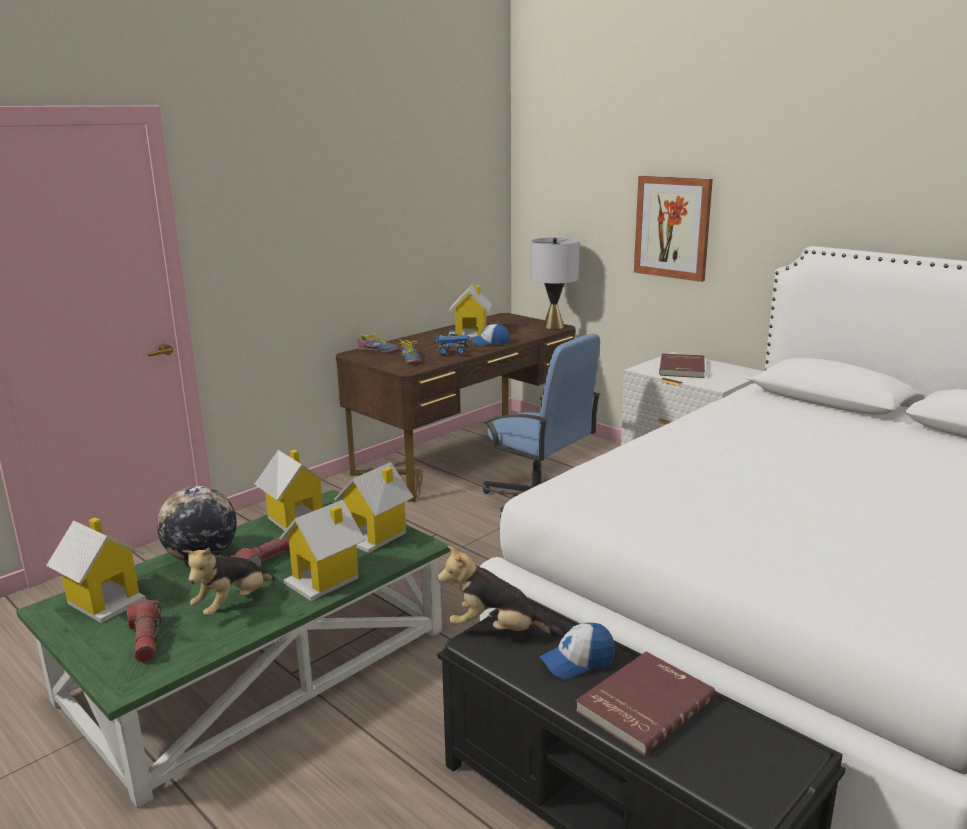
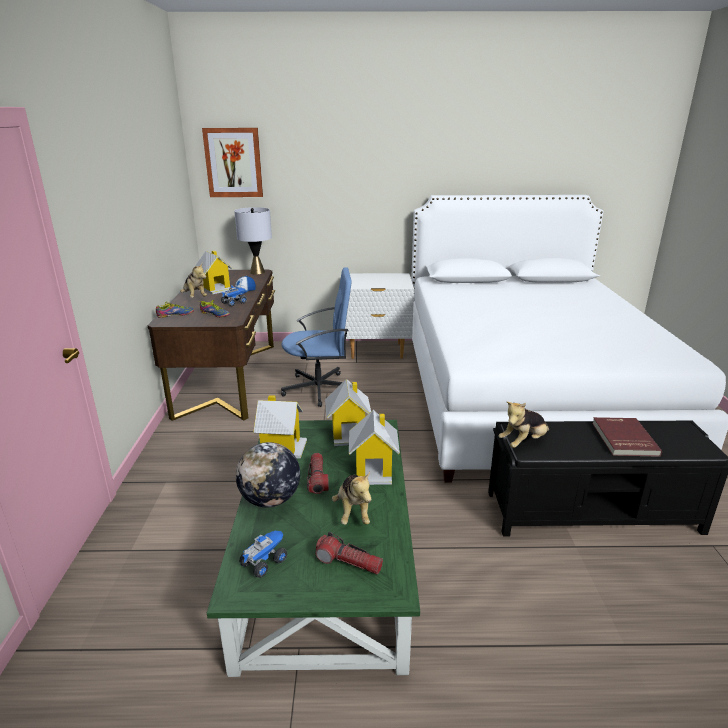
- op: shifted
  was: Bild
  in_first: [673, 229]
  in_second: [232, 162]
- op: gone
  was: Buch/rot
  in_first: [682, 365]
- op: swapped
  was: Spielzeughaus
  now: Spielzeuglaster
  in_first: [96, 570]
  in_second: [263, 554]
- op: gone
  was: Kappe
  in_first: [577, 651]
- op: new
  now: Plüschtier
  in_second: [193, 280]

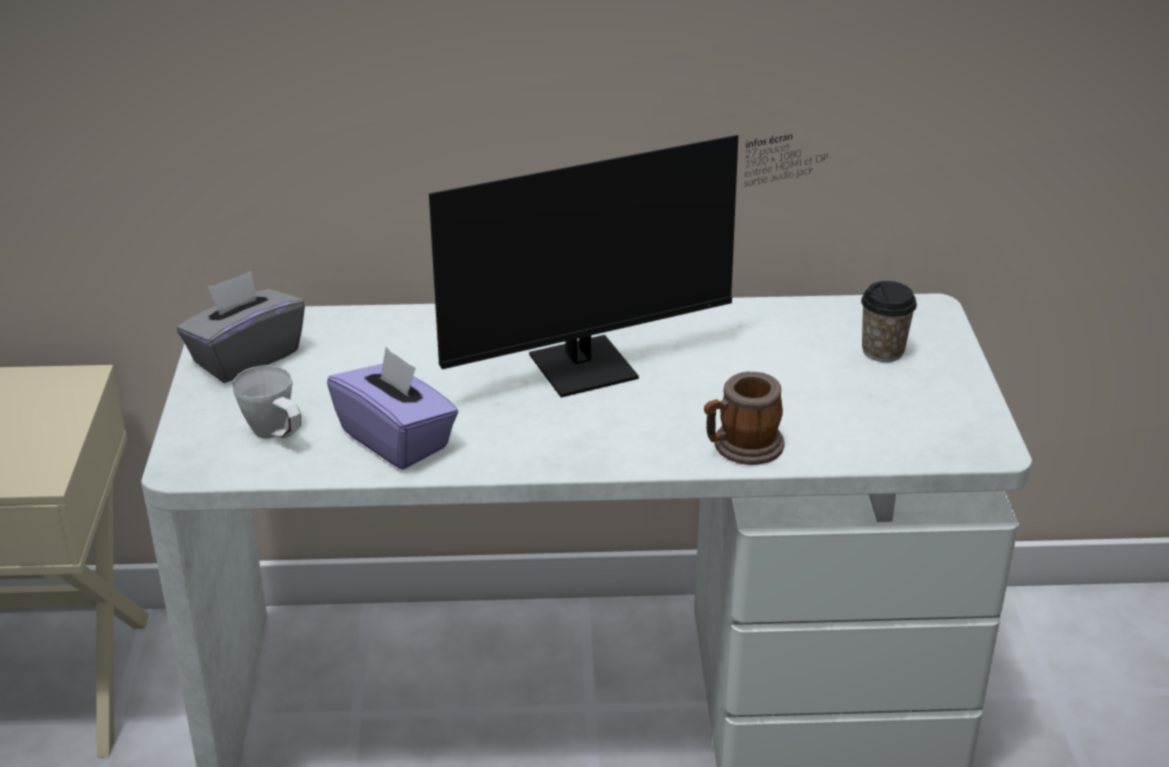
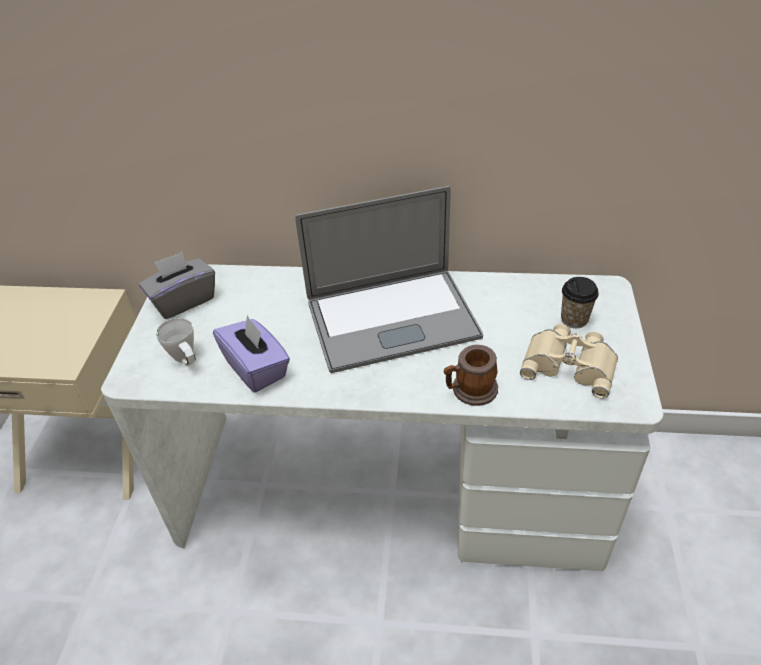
- op: swapped
  was: Monitor
  now: Laptop
  in_first: [628, 265]
  in_second: [389, 279]
- op: new
  now: Fernglas/beige
  in_second: [569, 361]

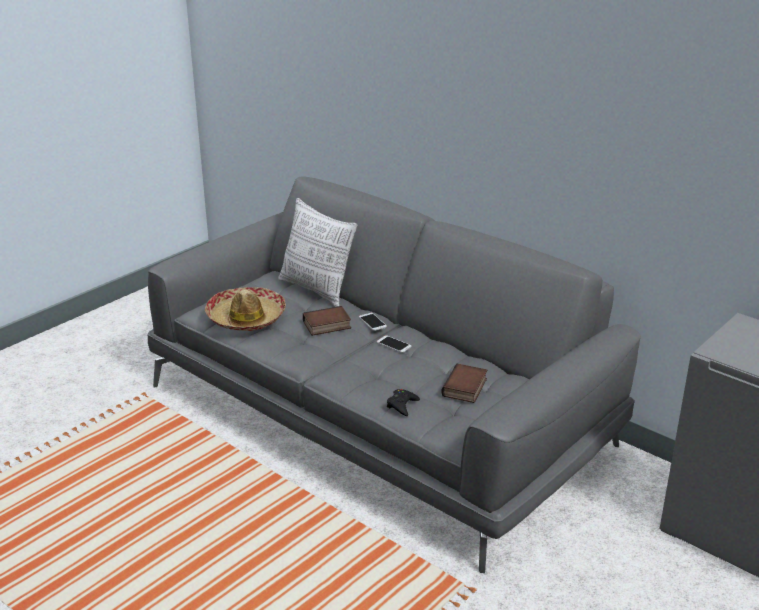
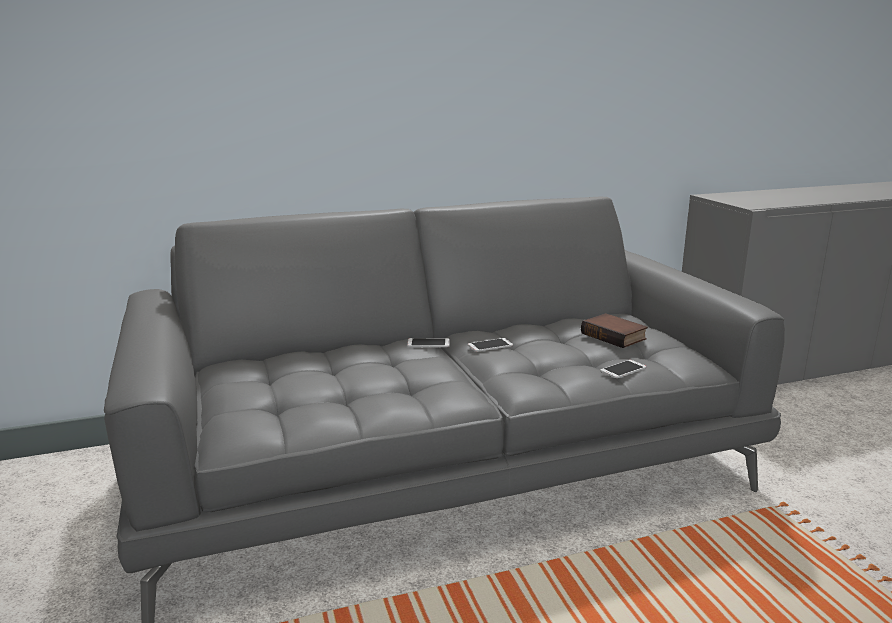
- op: gone
  was: Kissen
  in_first: [317, 252]
- op: gone
  was: Hut
  in_first: [245, 309]
- op: gone
  was: Buch
  in_first: [327, 321]
- op: swapped
  was: Gamepad/schwarz
  now: Handy
  in_first: [403, 402]
  in_second: [623, 369]

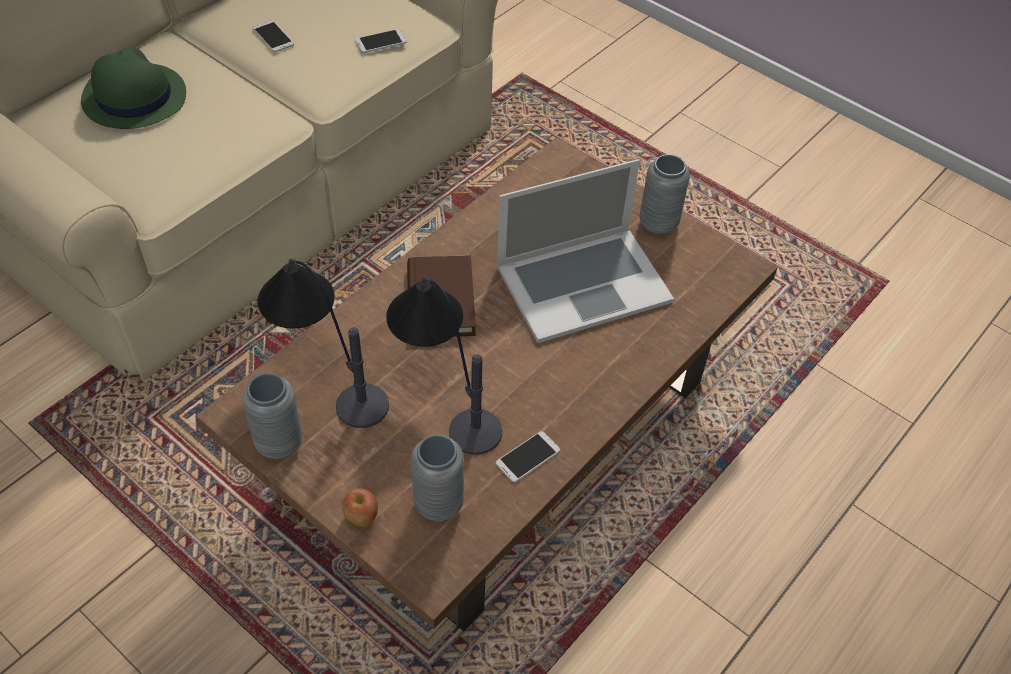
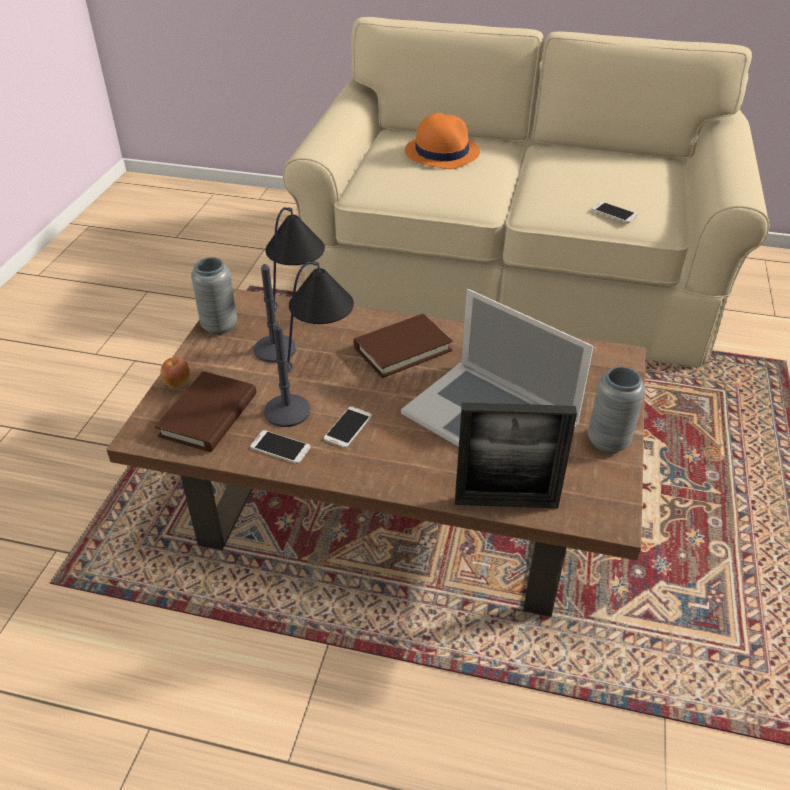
- op: shifted
  was: Handy
  in_first: [273, 36]
  in_second: [348, 427]
- op: repainted
  was: Hut/grün
  now: Hut/orange
  in_first: [133, 87]
  in_second: [442, 141]
- op: swapped
  was: Vase/grau
  now: Buch/braun
  in_first: [437, 477]
  in_second: [205, 411]
- op: new
  now: Bilderrahmen
  in_second: [516, 455]

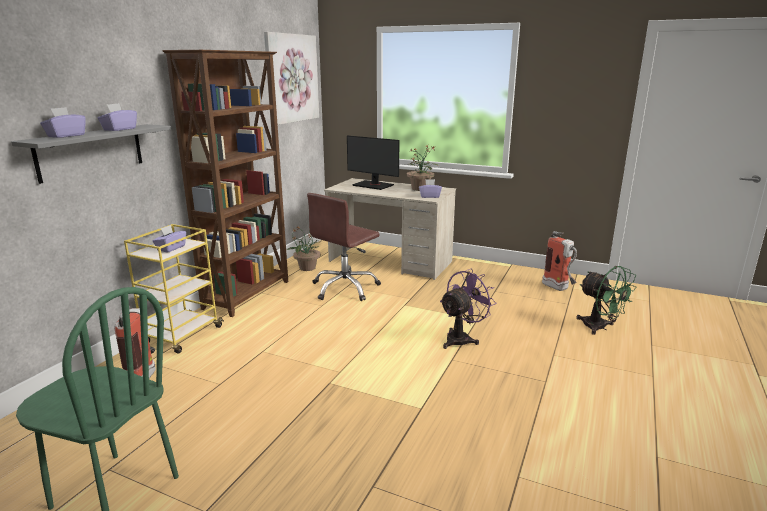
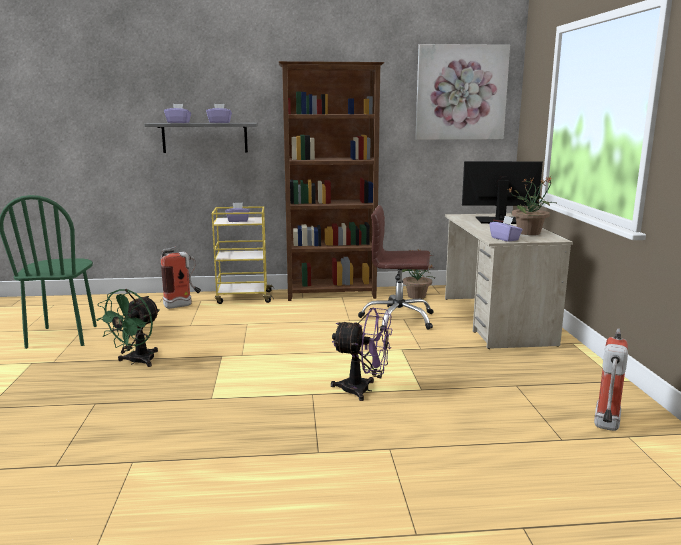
- op: rotated
  was: Monitor
  in_first: [373, 162]
  in_second: [502, 192]
  clockwise: 90
- op: shifted
  was: Ventilator/grün
  in_first: [606, 300]
  in_second: [128, 328]

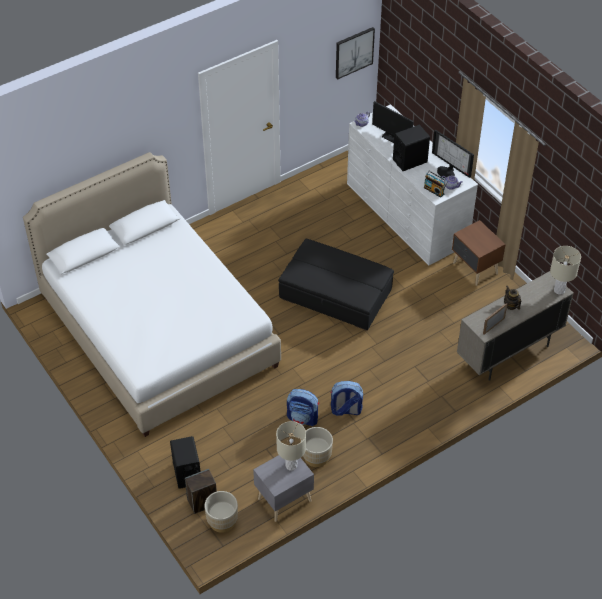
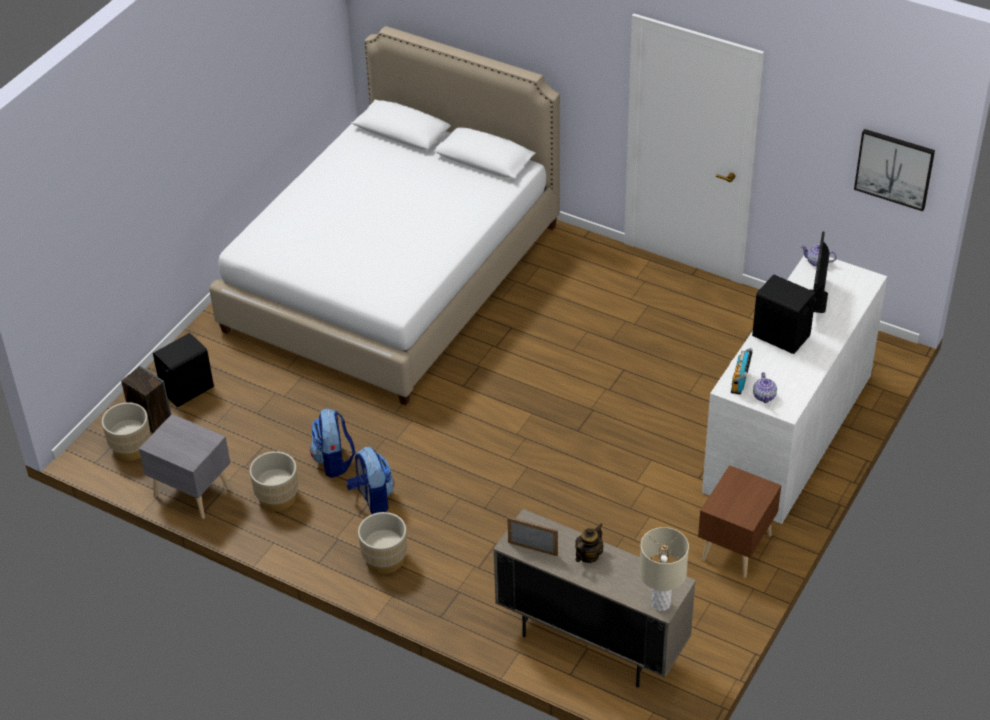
- op: gone
  was: Monitor
  in_first: [453, 154]
- op: gone
  was: Polsterhocker/schwarz
  in_first: [336, 285]
- op: gone
  was: Tischlampe/beige
  in_first: [291, 446]
- op: new
  now: Pflanzkübel/beige
  in_second: [382, 543]

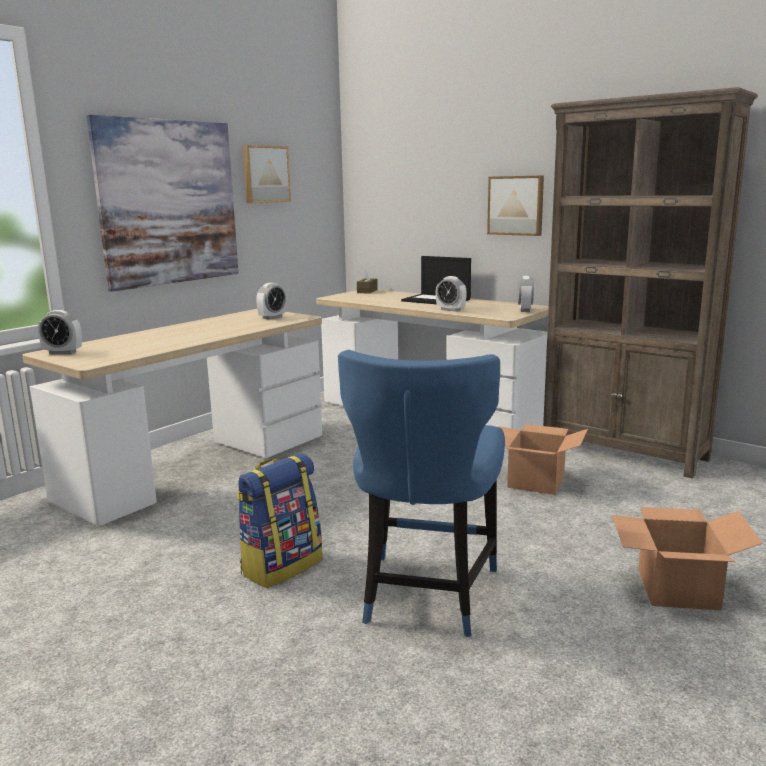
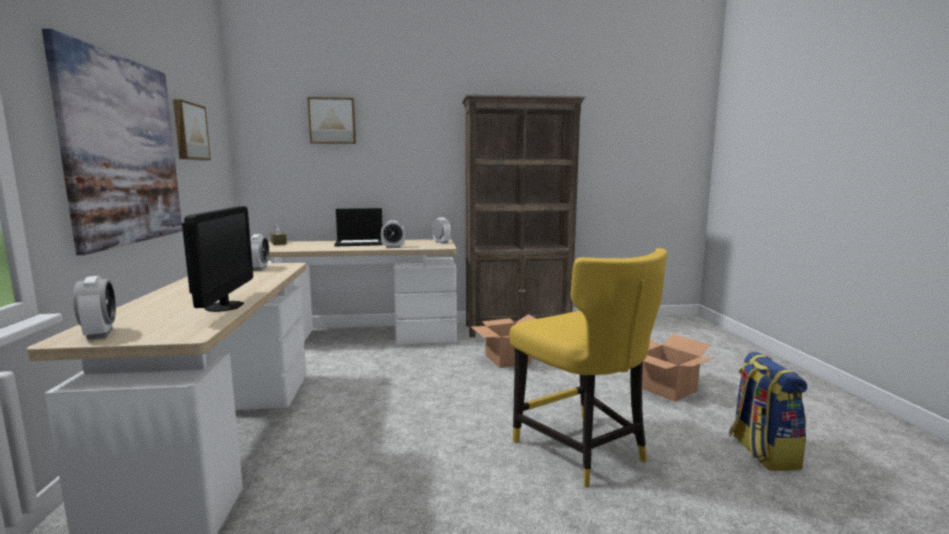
- op: shifted
  was: Bild
  in_first: [515, 205]
  in_second: [331, 120]
- op: rotated
  was: Wecker
  in_first: [60, 332]
  in_second: [94, 308]
  clockwise: -75
- op: repainted
  was: Stuhl/blau
  now: Stuhl/gelb
  in_first: [421, 493]
  in_second: [588, 367]
- op: shifted
  was: Rucksack
  in_first: [279, 521]
  in_second: [768, 411]
- op: new
  now: Monitor
  in_second: [217, 259]

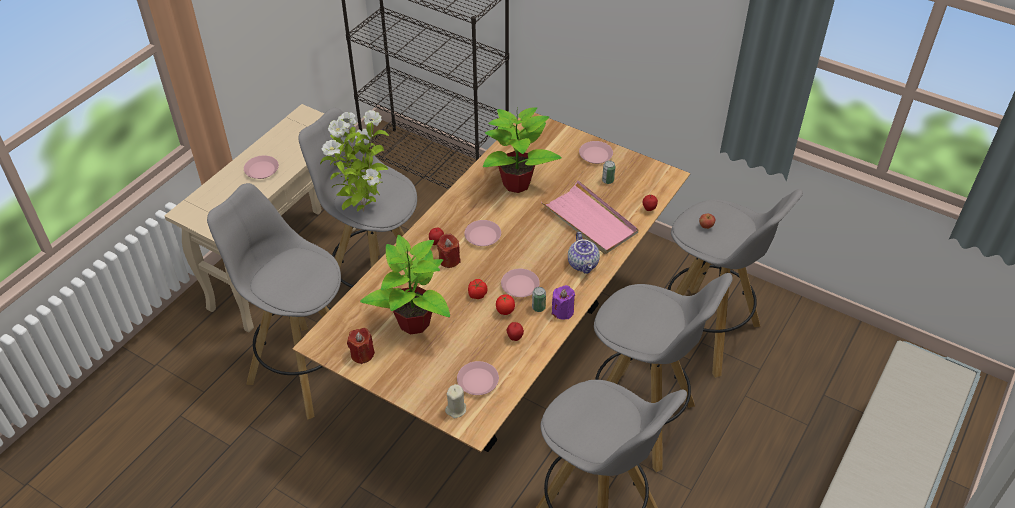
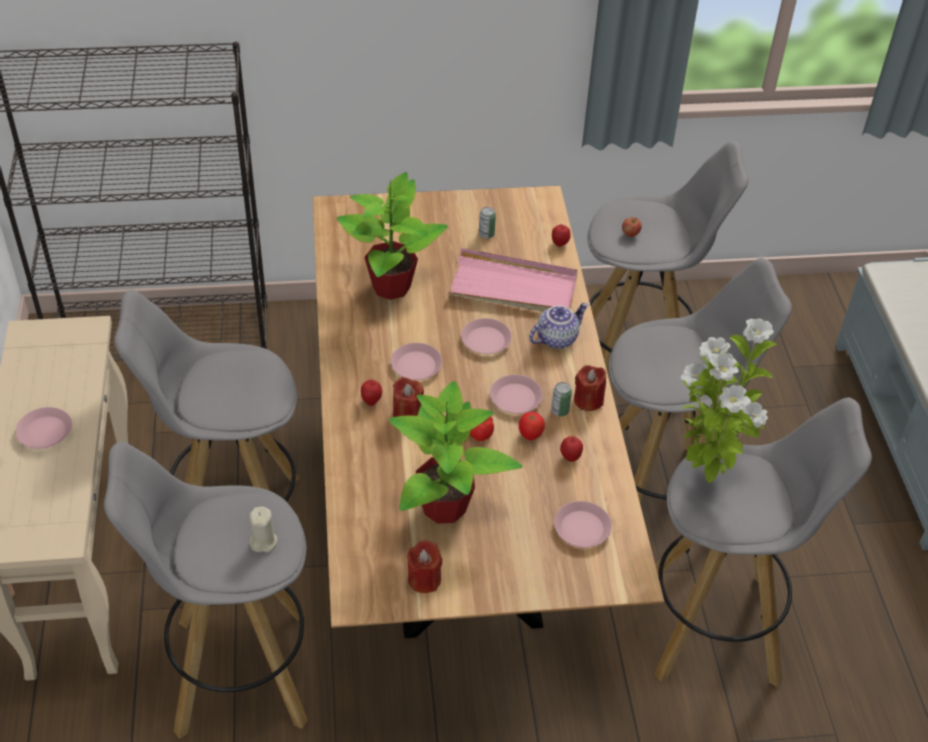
- op: shifted
  was: Topfpflanze
  in_first: [354, 161]
  in_second: [728, 400]
- op: shifted
  was: Teller/rosa
  in_first: [596, 152]
  in_second: [486, 336]
- op: rotated
  was: Teekanne
  in_first: [584, 253]
  in_second: [559, 326]
  clockwise: -75
- op: repainted
  was: Kerze/lila
  now: Kerze/rot
  in_first: [563, 302]
  in_second: [590, 388]
- op: shifted
  was: Kerze/beige
  in_first: [455, 401]
  in_second: [263, 529]

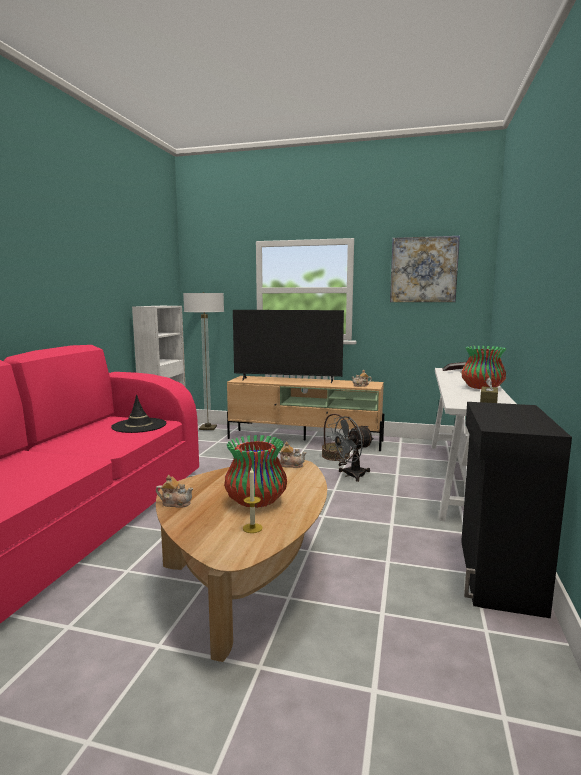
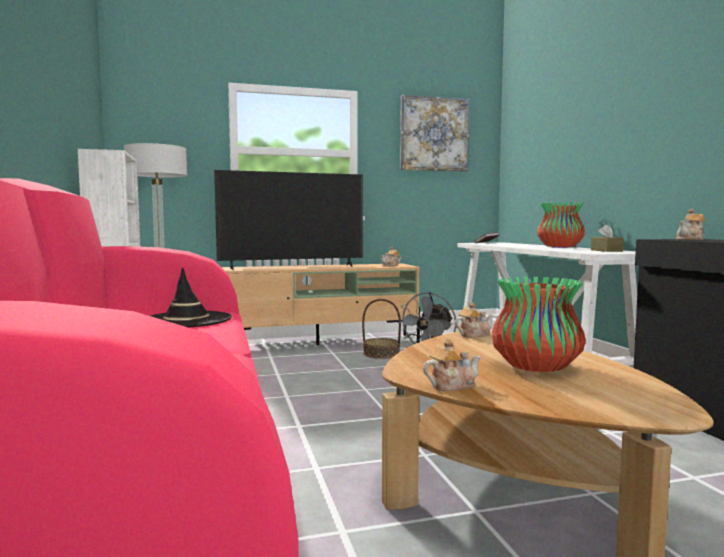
- op: gone
  was: Kerze
  in_first: [253, 500]
- op: new
  now: Teekanne
  in_second: [690, 224]

